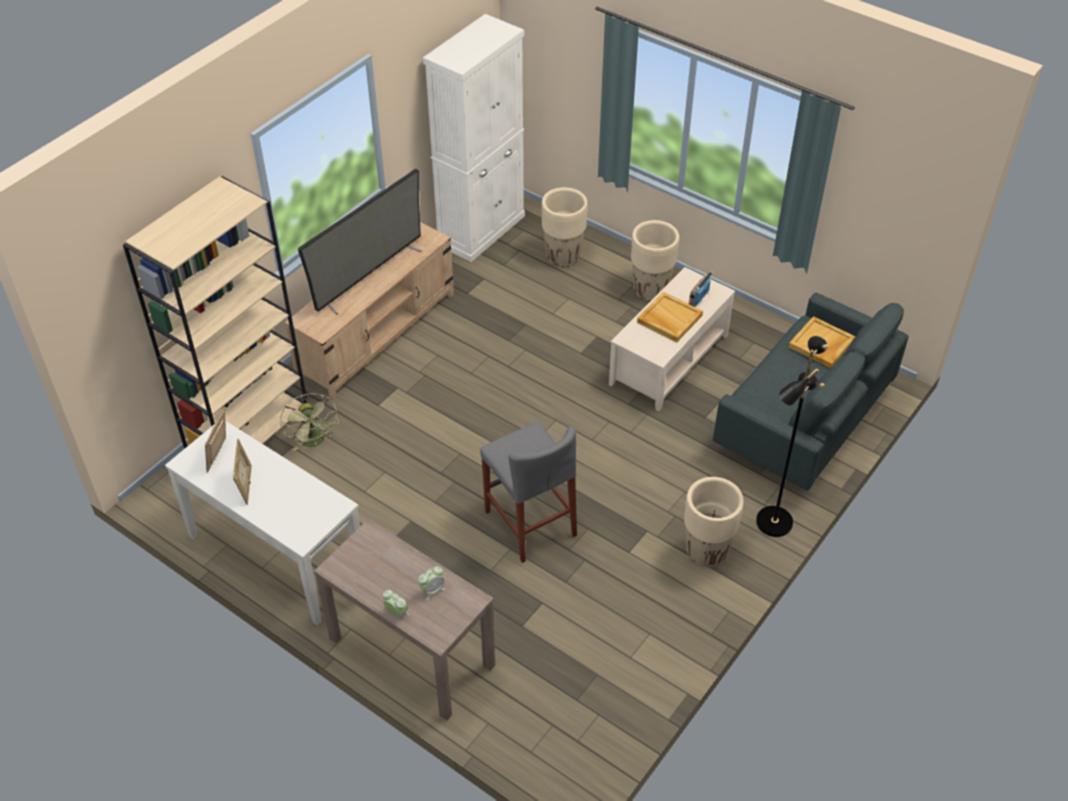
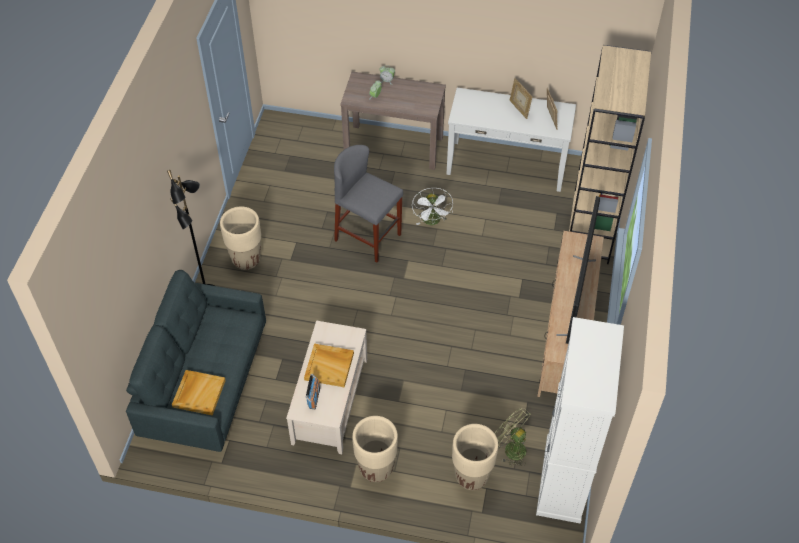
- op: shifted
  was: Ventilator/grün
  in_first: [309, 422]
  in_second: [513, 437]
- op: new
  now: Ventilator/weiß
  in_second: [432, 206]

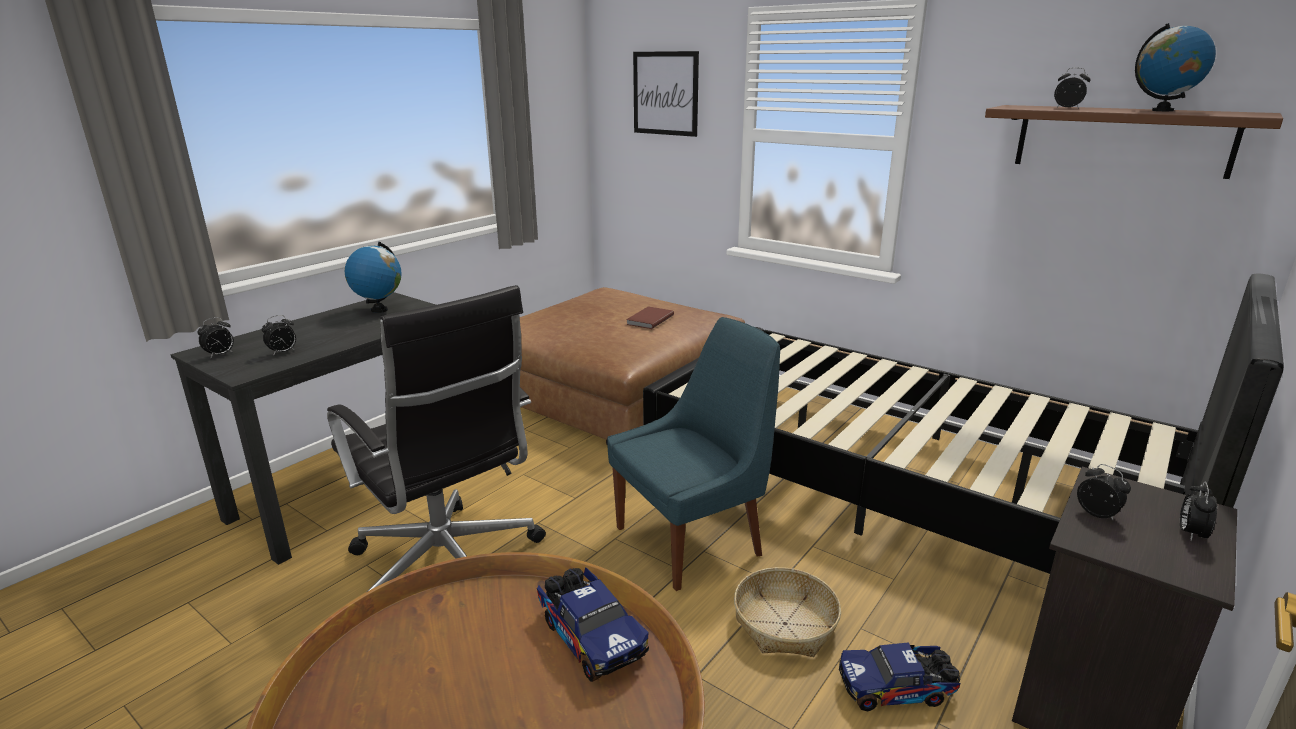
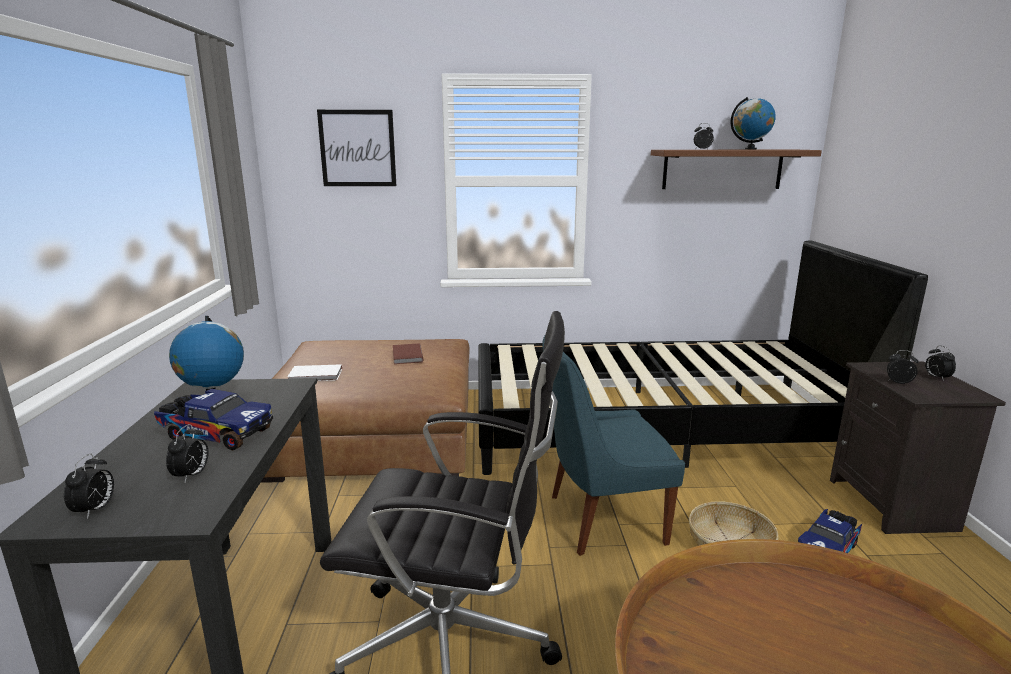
- op: rotated
  was: Stuhl/blau
  in_first: [693, 454]
  in_second: [613, 446]
  clockwise: -120
- op: shifted
  was: Spielzeuglaster
  in_first: [593, 624]
  in_second: [213, 420]
- op: new
  now: Buch/weiß
  in_second: [314, 372]

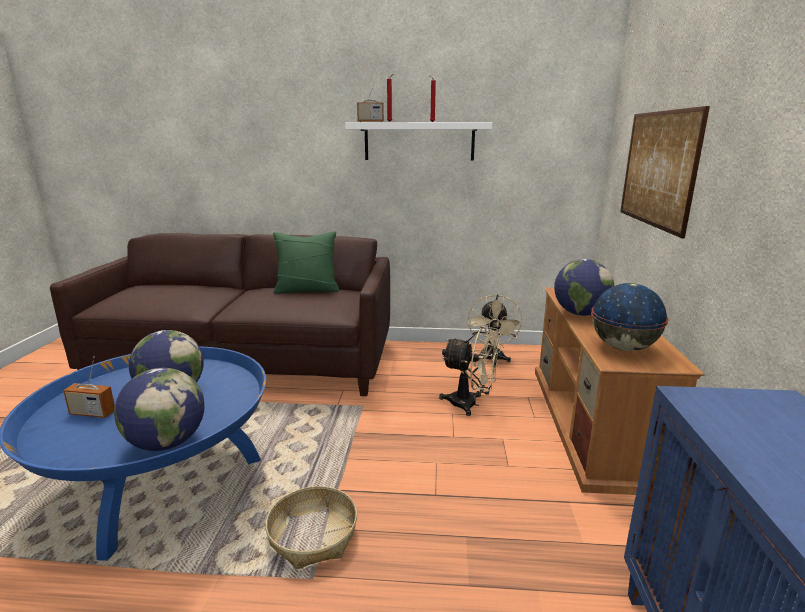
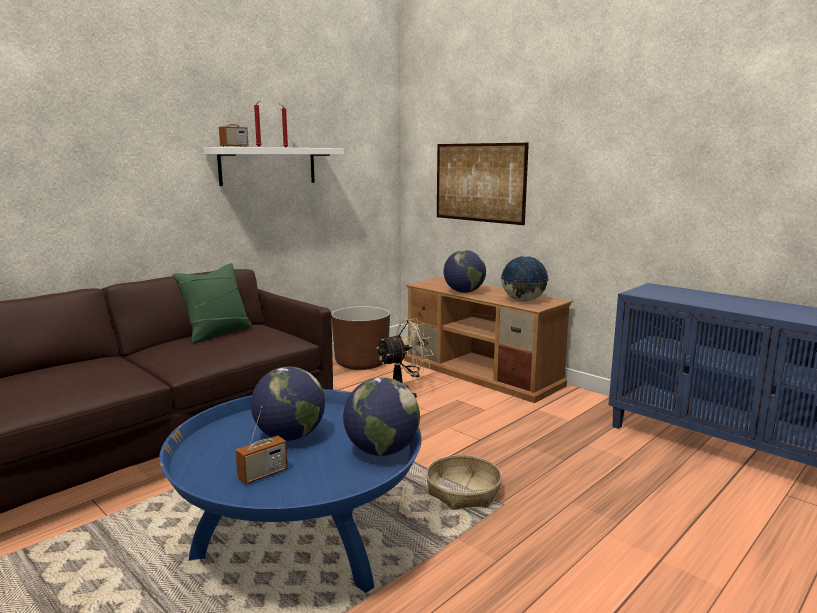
- op: swapped
  was: Ventilator/beige
  now: Pflanzkübel/braun
  in_first: [495, 328]
  in_second: [360, 338]

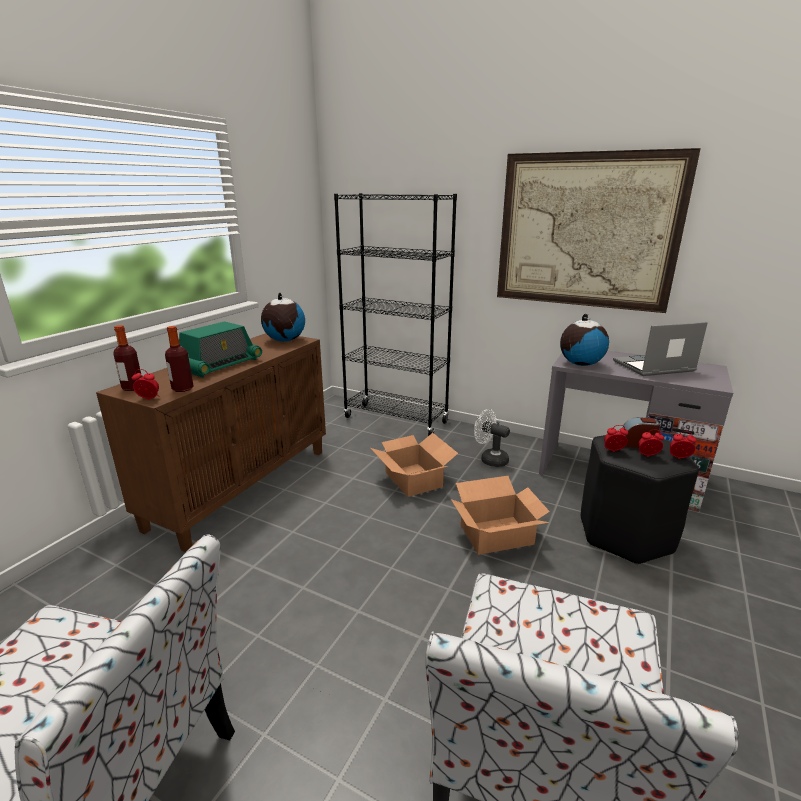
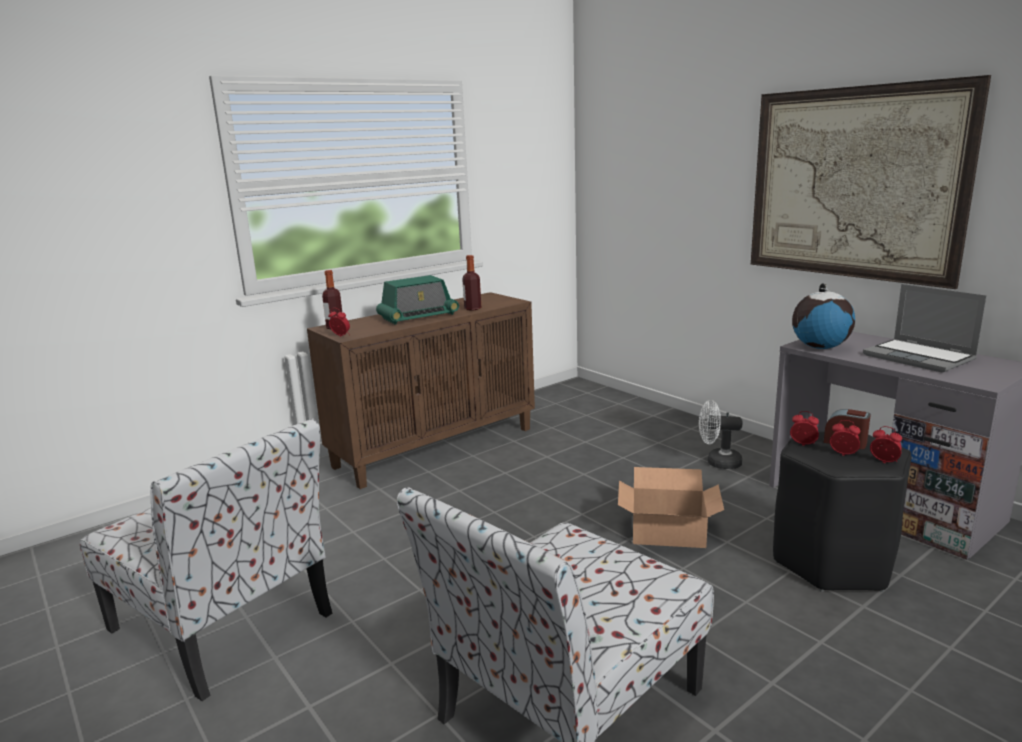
- op: gone
  was: Bücherregal/schwarz
  in_first: [395, 314]
- op: gone
  was: Globus
  in_first: [283, 317]
- op: rotated
  was: Laptop
  in_first: [660, 349]
  in_second: [925, 328]
  clockwise: -135
- op: shifted
  was: Flasche
  in_first: [179, 359]
  in_second: [471, 283]
- op: rotated
  was: Ventilator/weiß
  in_first: [492, 438]
  in_second: [720, 434]
  clockwise: -45
- op: gone
  was: Karton
  in_first: [414, 465]

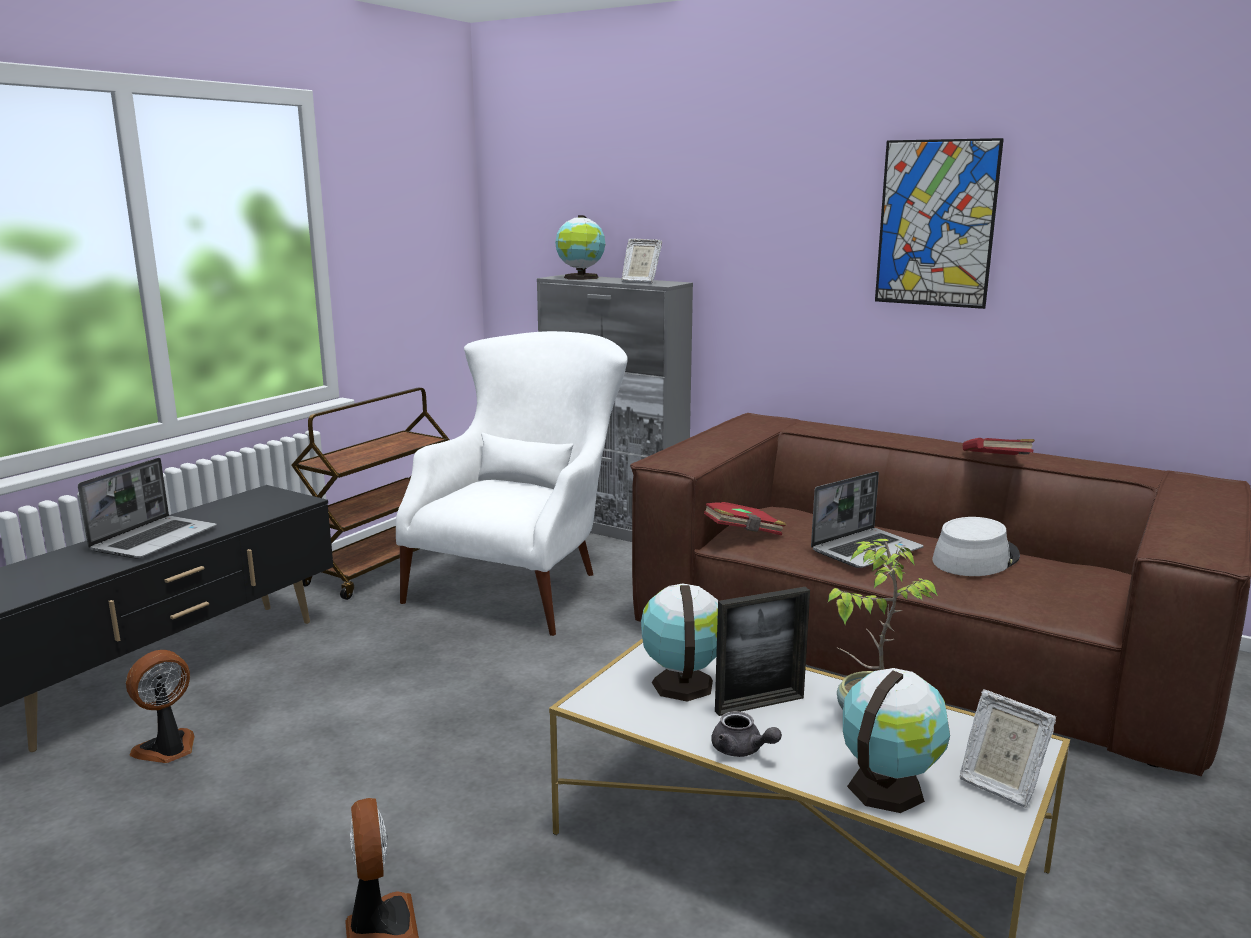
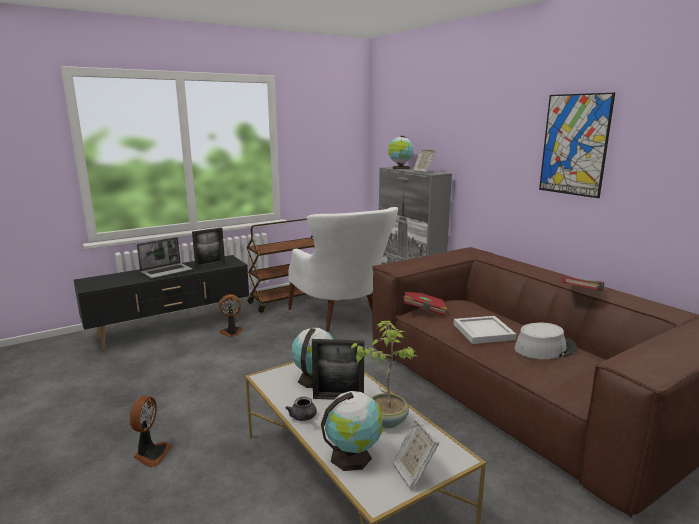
- op: rotated
  was: Sessel/weiß
  in_first: [512, 483]
  in_second: [343, 269]
  clockwise: 105
- op: swapped
  was: Laptop
  now: Tablett/weiß
  in_first: [867, 519]
  in_second: [485, 330]
- op: shifted
  was: Ventilator
  in_first: [160, 706]
  in_second: [231, 315]
- op: new
  now: Bilderrahmen
  in_second: [208, 248]

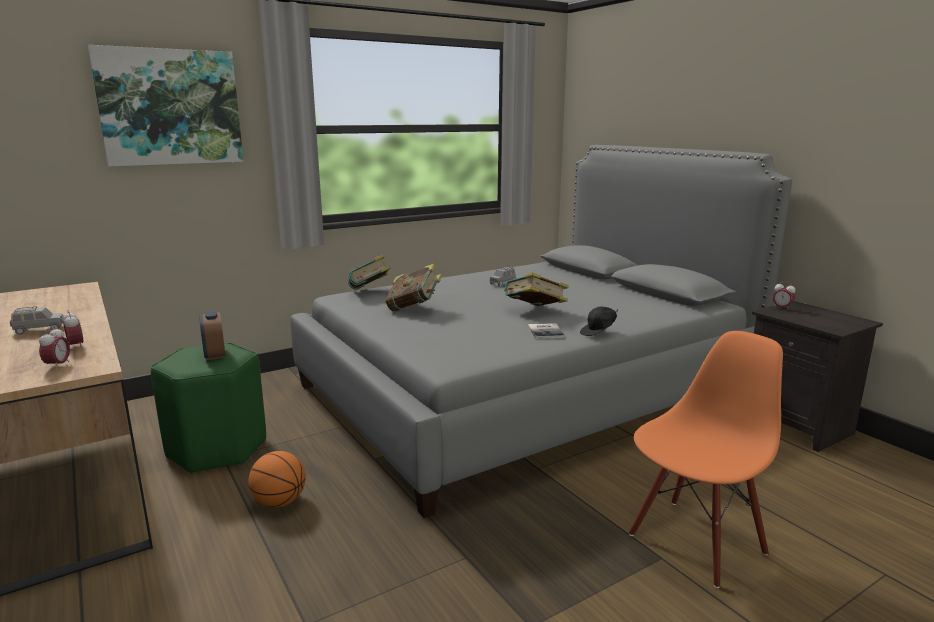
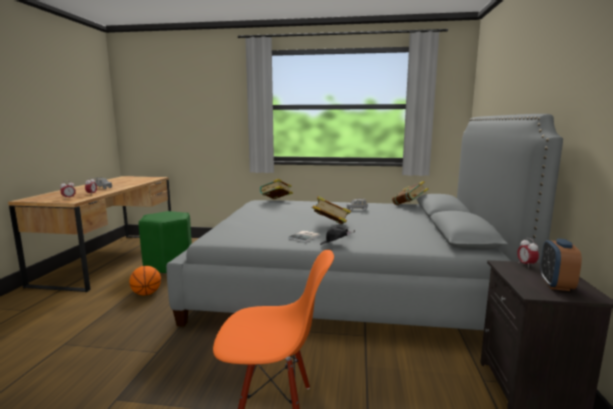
- op: gone
  was: Bild
  in_first: [165, 106]
- op: shifted
  was: Buch
  in_first: [413, 287]
  in_second: [410, 193]
- op: shifted
  was: Wecker
  in_first: [212, 335]
  in_second: [561, 264]

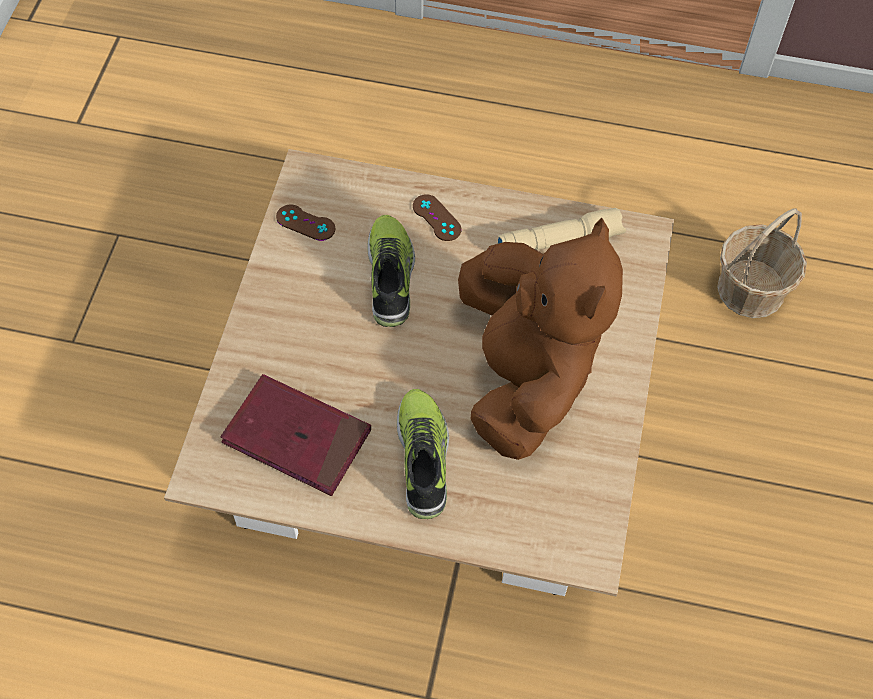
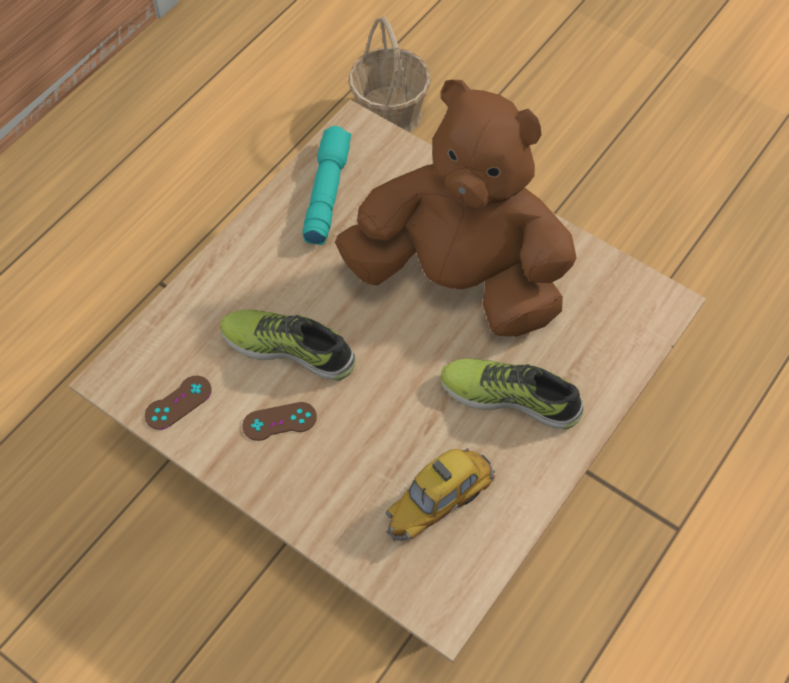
- op: shifted
  was: Gamepad/braun
  in_first: [437, 217]
  in_second: [279, 421]
- op: repainted
  was: Taschenlampe/beige
  now: Taschenlampe/türkis
  in_first: [561, 229]
  in_second: [326, 185]
- op: swapped
  was: Buch/rot
  now: Spielzeugauto
  in_first: [296, 435]
  in_second: [440, 494]

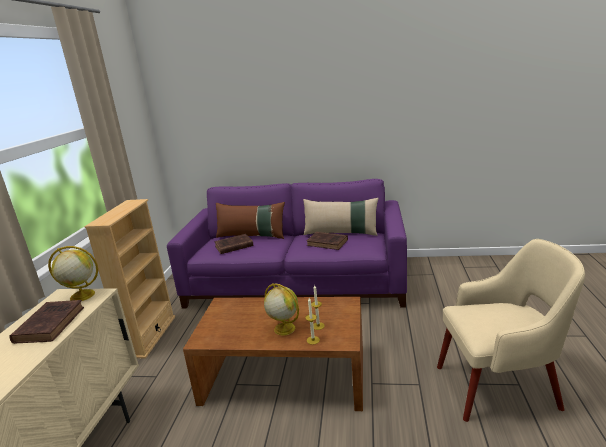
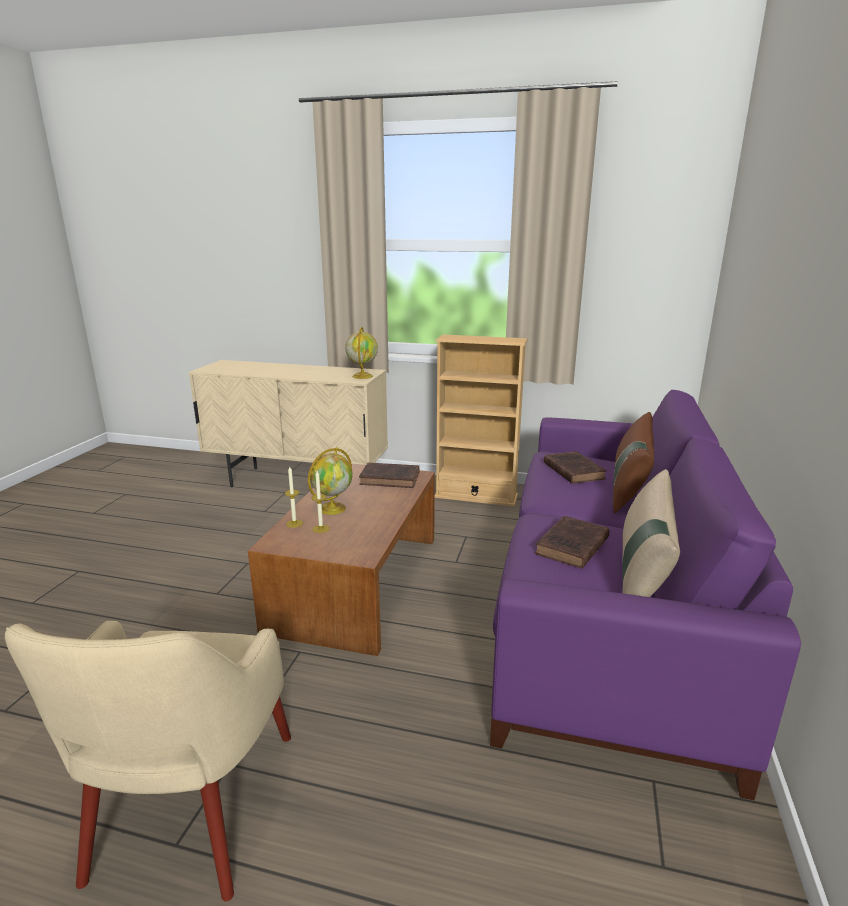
- op: shifted
  was: Buch/braun
  in_first: [46, 322]
  in_second: [389, 475]

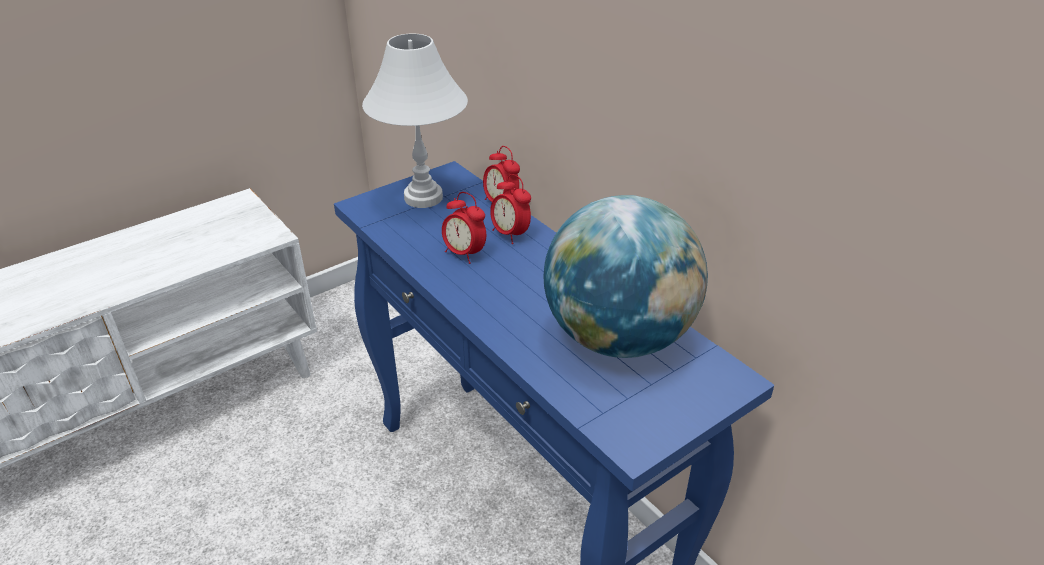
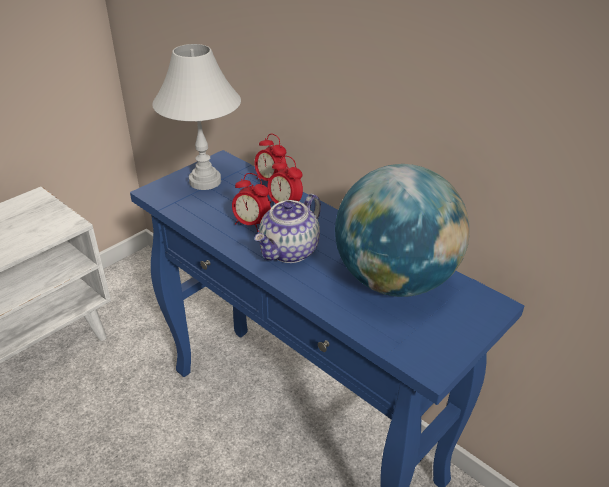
- op: new
  now: Teekanne
  in_second: [287, 228]

